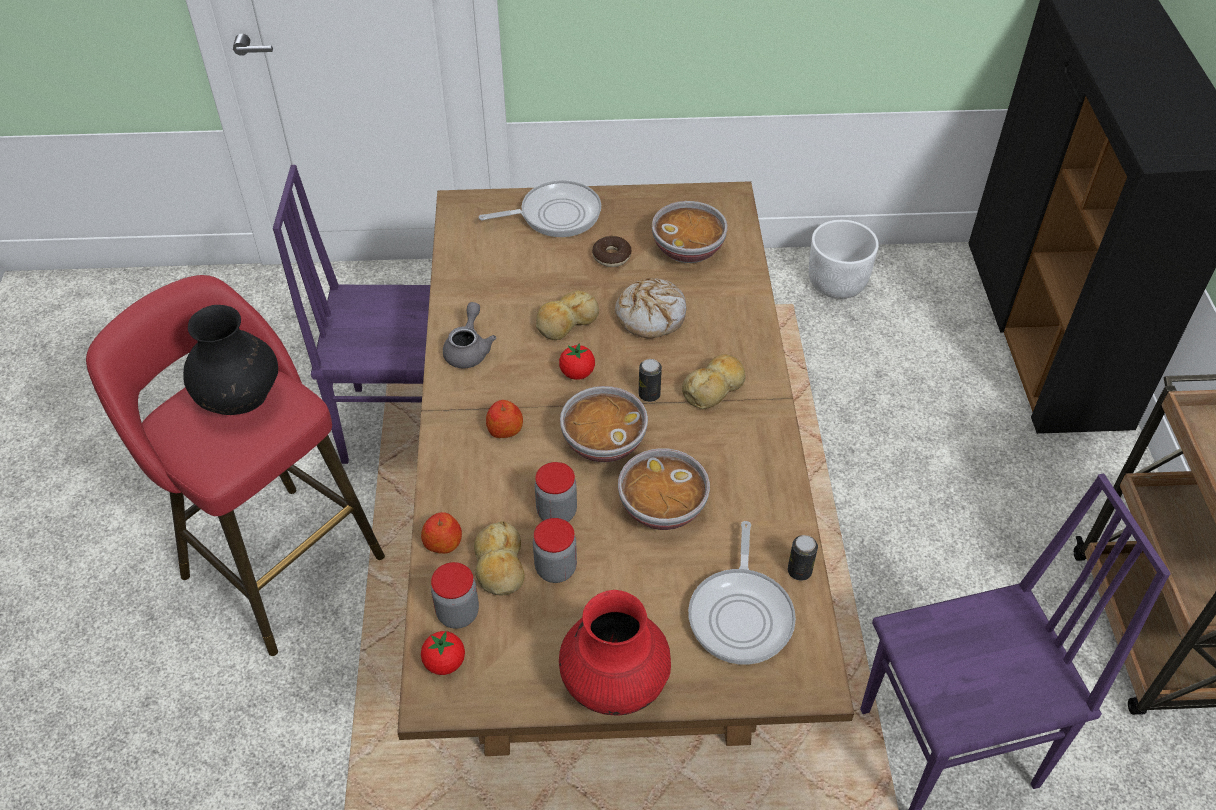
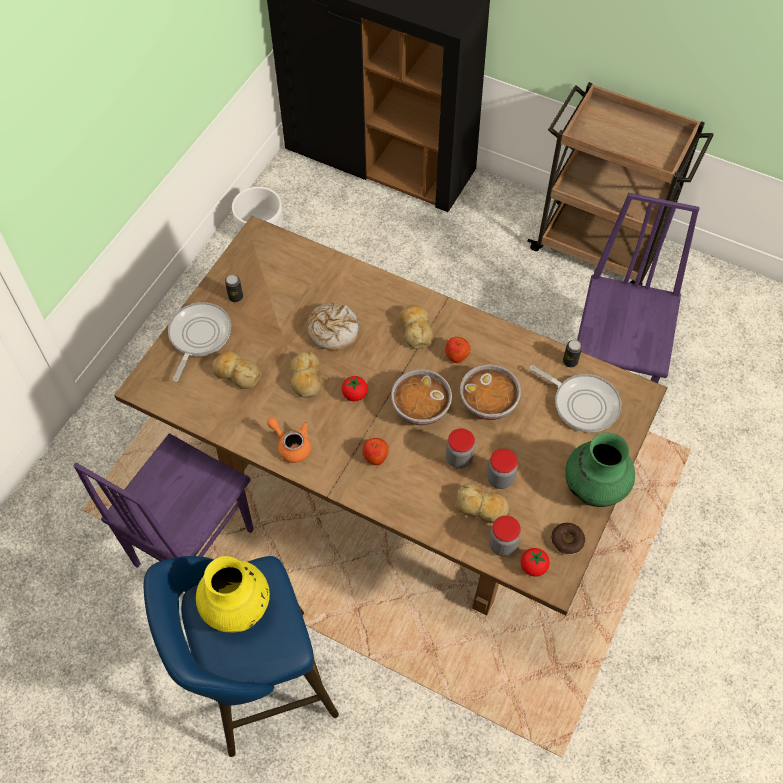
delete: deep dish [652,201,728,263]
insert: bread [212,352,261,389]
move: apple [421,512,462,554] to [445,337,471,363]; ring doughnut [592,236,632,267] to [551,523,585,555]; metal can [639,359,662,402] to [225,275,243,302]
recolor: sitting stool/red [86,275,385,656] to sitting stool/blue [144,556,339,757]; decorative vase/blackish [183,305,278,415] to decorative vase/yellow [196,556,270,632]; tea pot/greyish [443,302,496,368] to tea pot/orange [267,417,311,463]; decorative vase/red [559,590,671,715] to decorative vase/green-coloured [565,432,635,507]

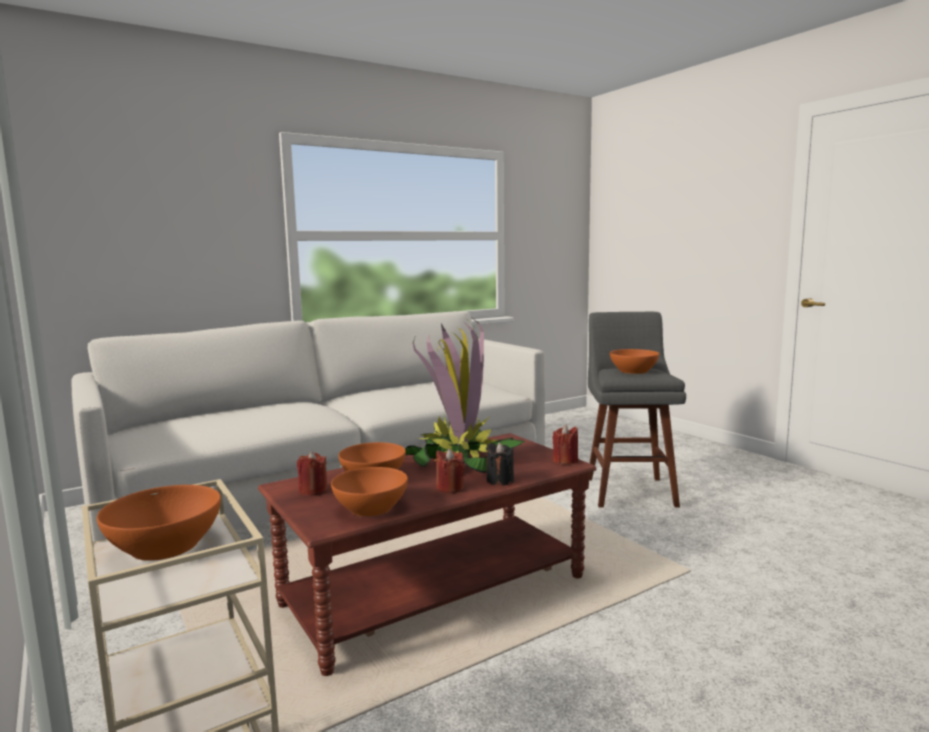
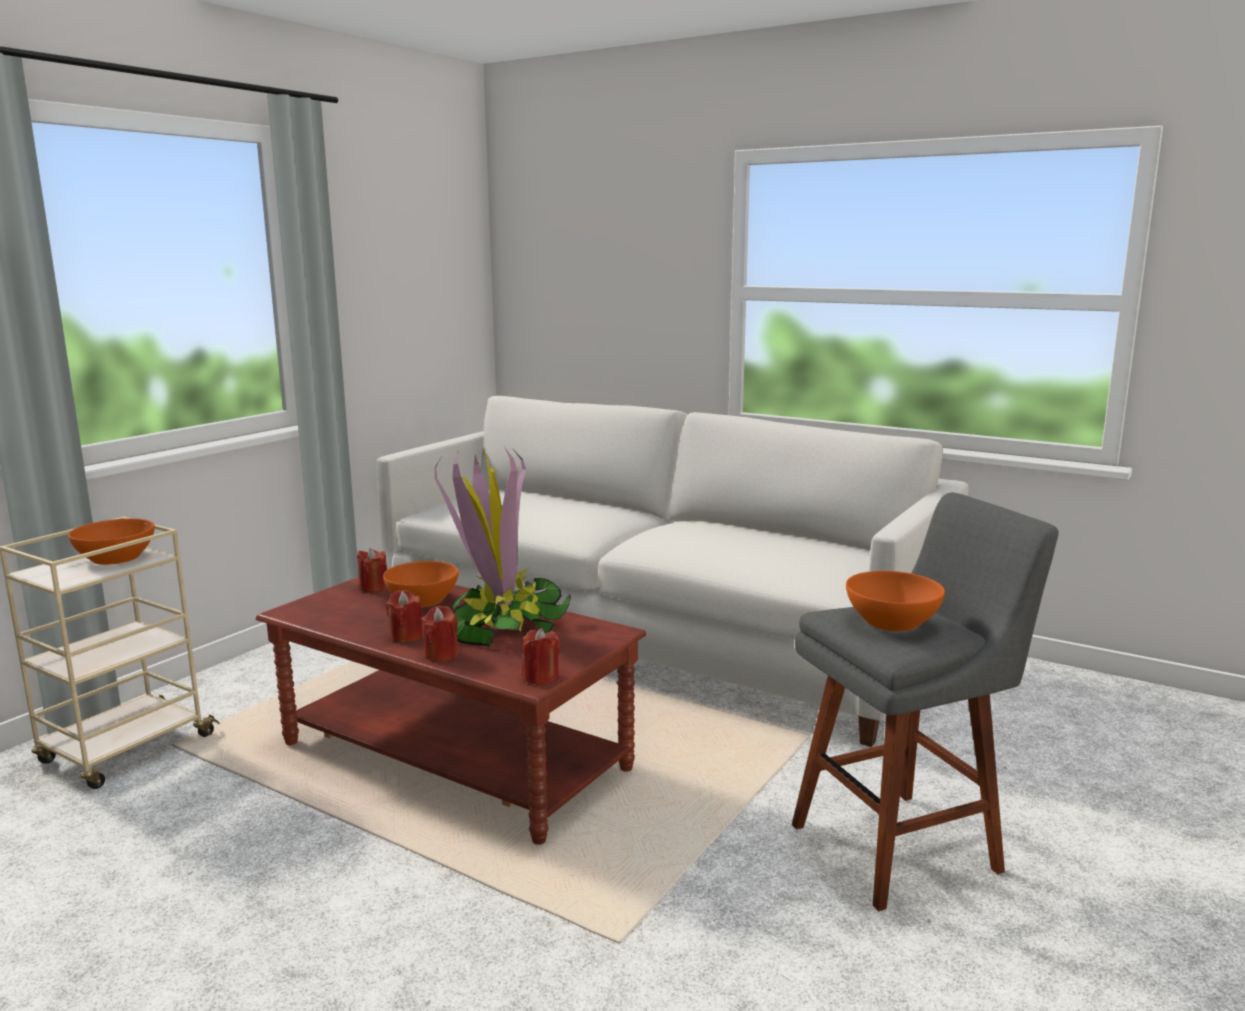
delete: deep dish/orange [331,467,408,517]
recolor: wax light/blackish [486,442,514,486] to wax light/red [421,606,459,662]

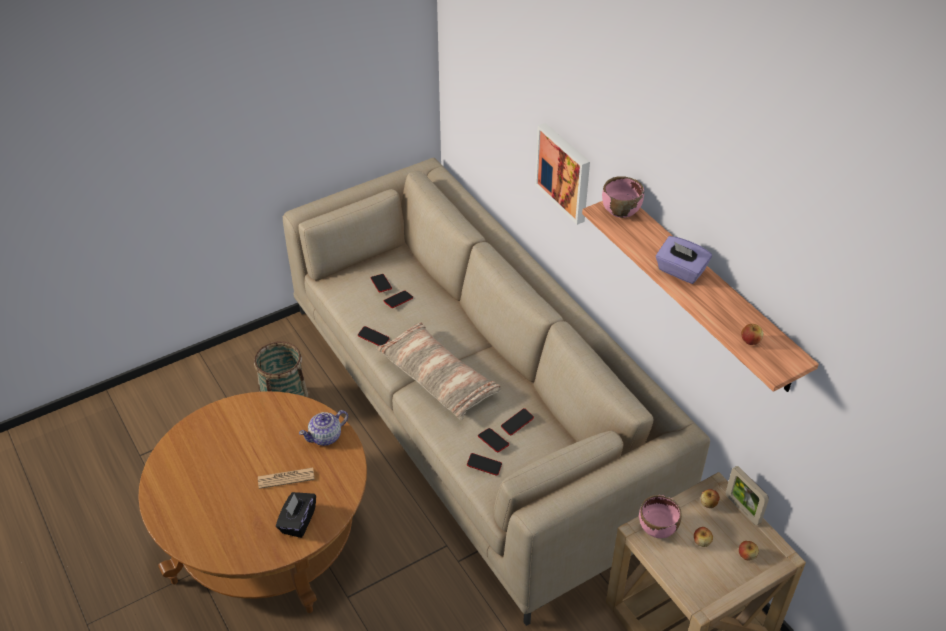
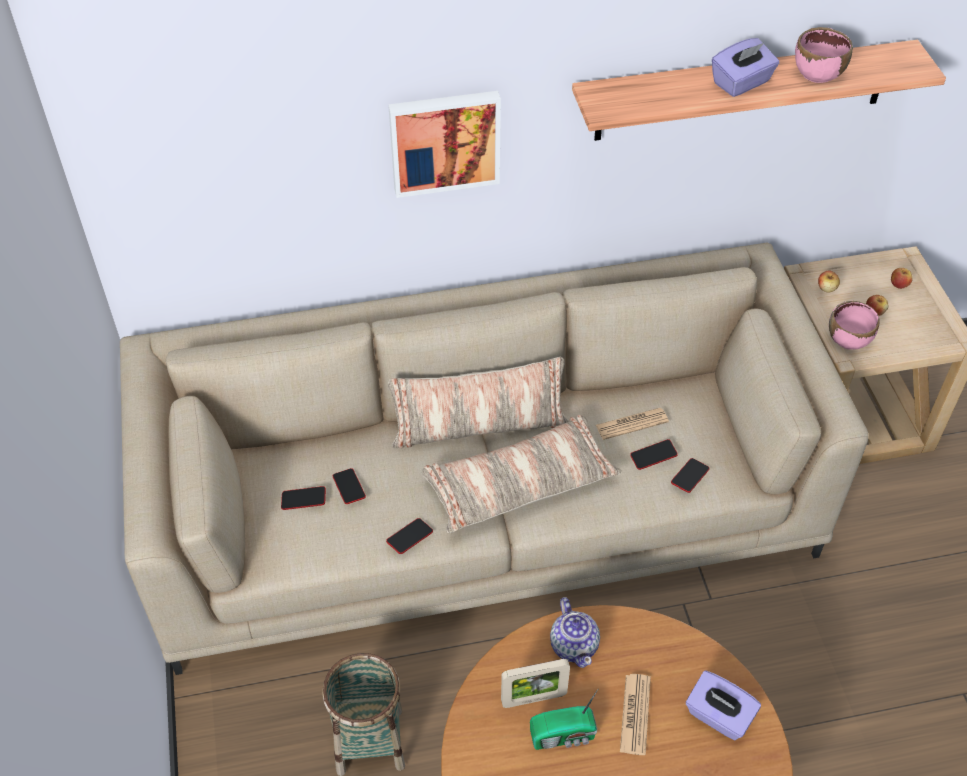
delete: apple [741,324,763,345]
insert: throw pillow [388,357,569,449]; radio set [530,689,598,750]
move: deep dish/pink-coloured [602,176,644,218] to [795,27,853,83]; photo frame [726,466,769,525] to [501,659,570,708]
replace: telephone [501,408,534,435] to newspaper [596,408,669,440]
recolor: tissue box/blackish [276,492,316,538] to tissue box/purple [686,670,761,740]

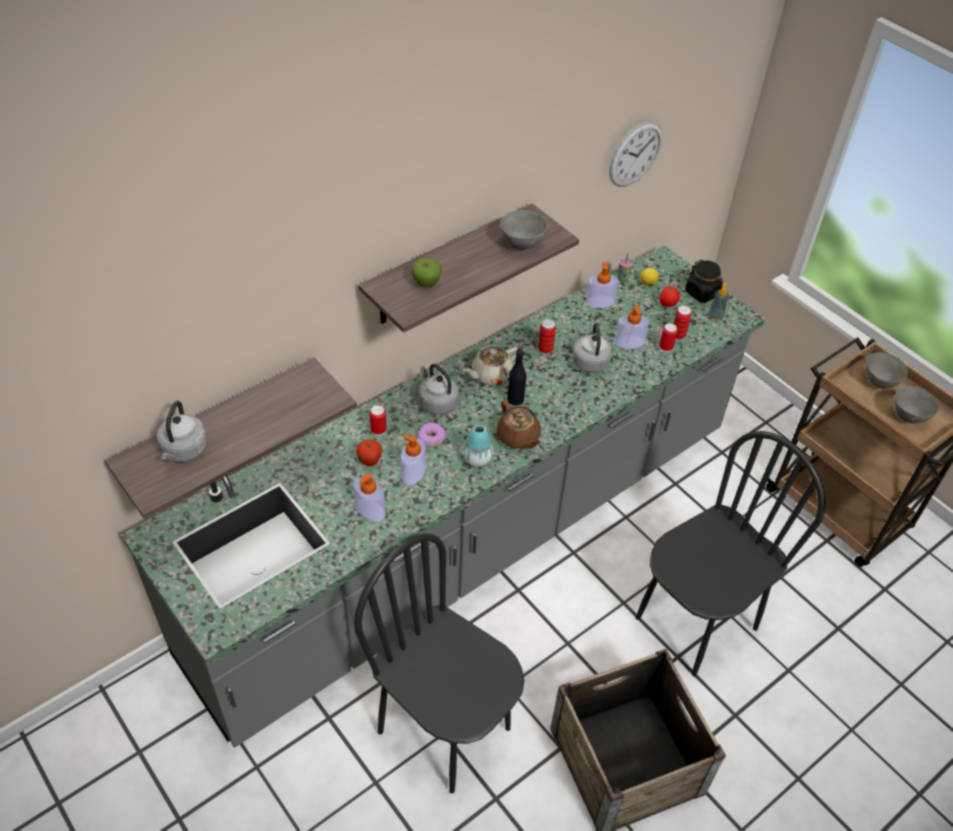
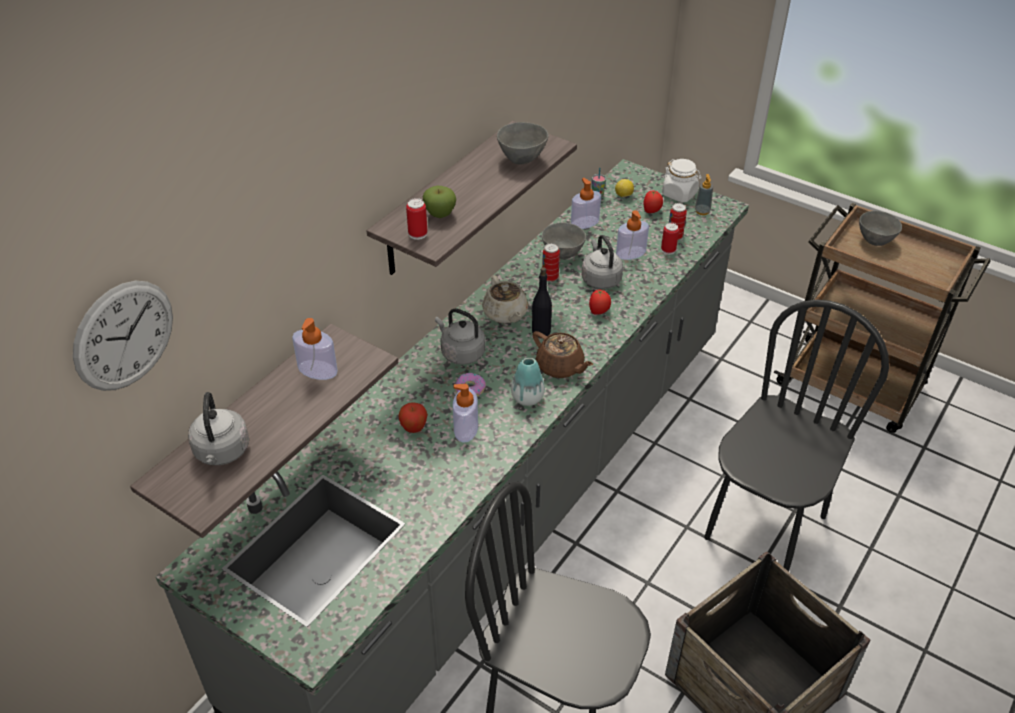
insert: tomato [589,289,611,315]
move: soap dispenser [353,473,385,521] to [292,318,338,380]; metal can [370,405,387,436] to [406,198,427,240]; hanging clock [609,121,662,187] to [73,281,173,391]; deep dish/greyish [895,386,939,423] to [542,223,586,259]
recolor: storage jar/blackish [685,260,723,303] to storage jar/whitish [662,159,702,202]
rotate: tea pot/beige [463,345,518,385] = [482,275,528,324] 60 degrees counterclockwise

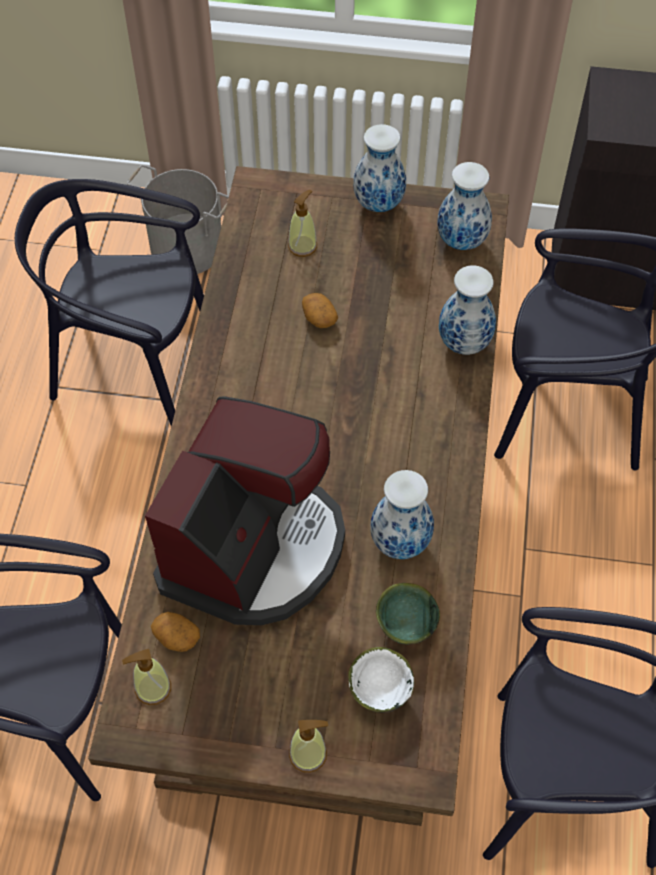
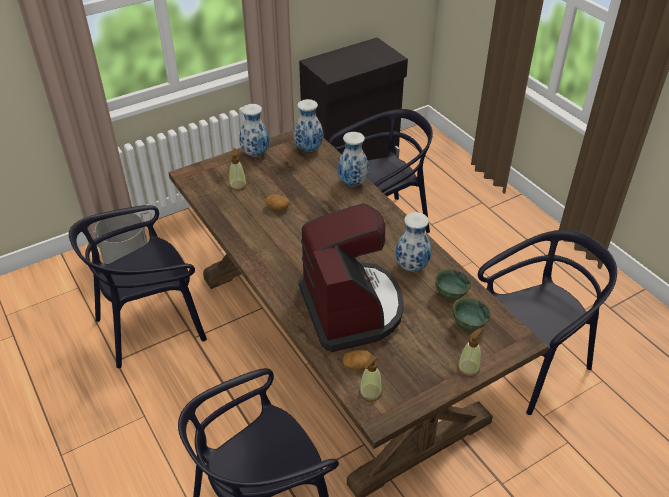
recolor: deep dish/whitish [348,647,414,713] to deep dish/green-coloured [453,297,490,330]

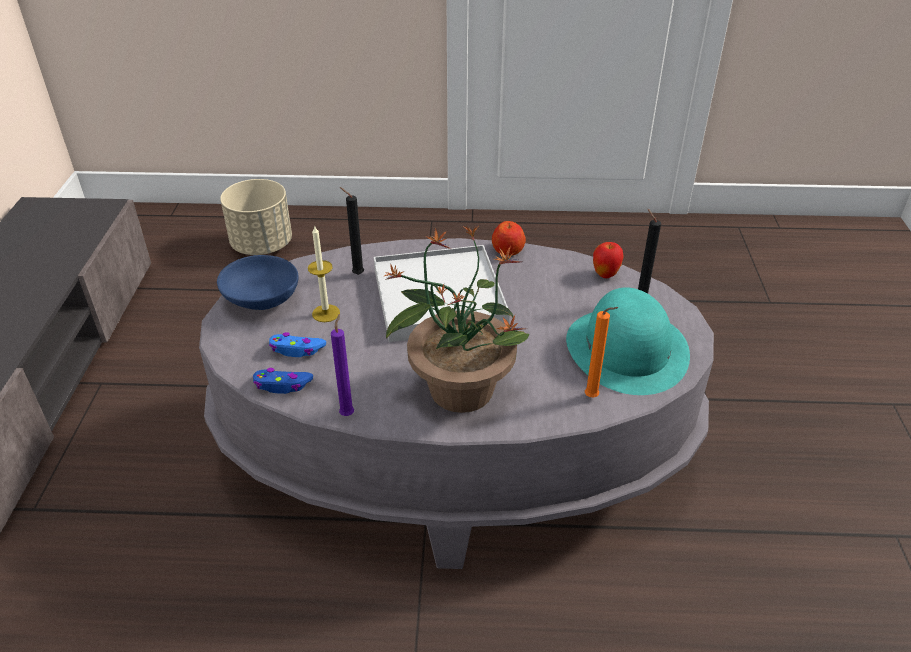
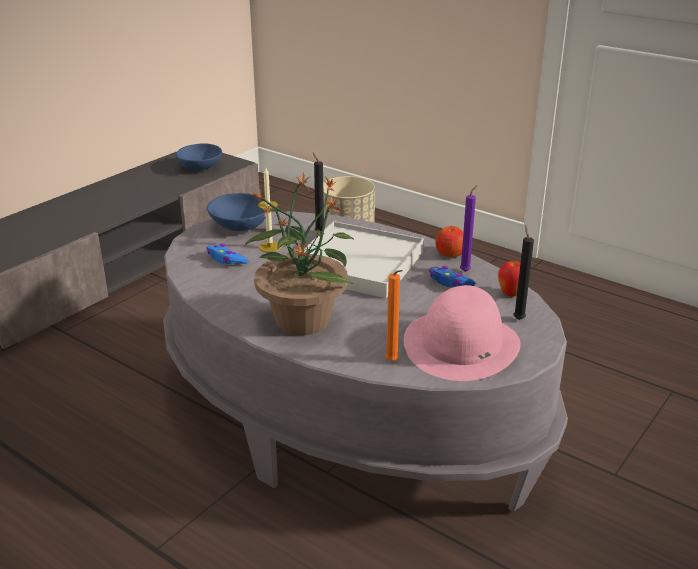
insert: deep dish/blue [176,143,222,171]
move: gamepad/blue [253,368,313,394] to [429,266,475,287]; wax light/purple [331,314,354,416] to [460,185,478,272]
recolor: clothing hat/blue-green [566,287,690,395] to clothing hat/pink-coloured [404,285,521,381]

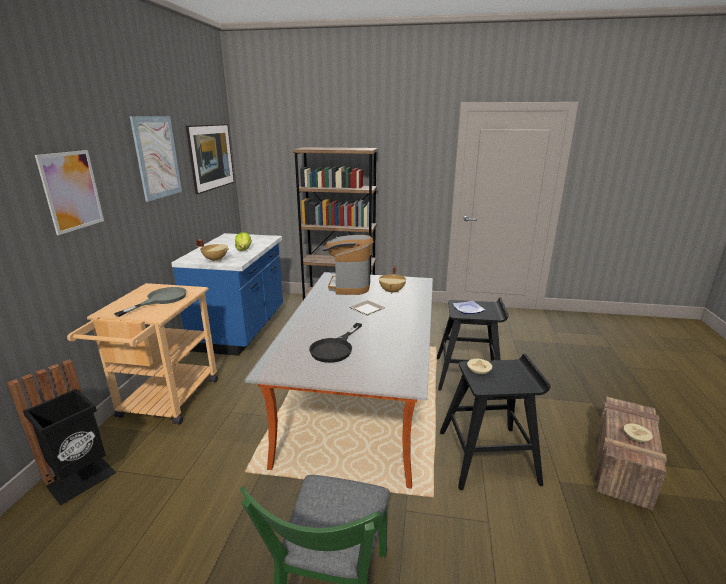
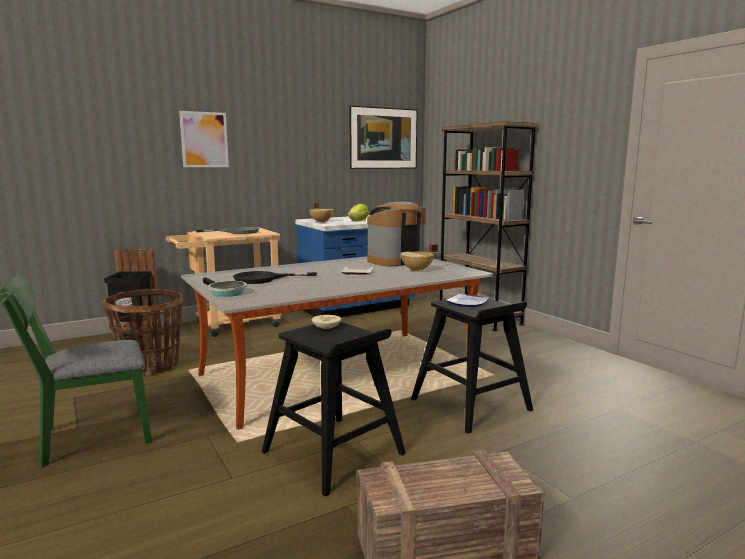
delete: wall art [130,116,182,202]; deep dish/beige [624,424,653,442]
insert: household basket [103,289,183,375]; frying pan [203,277,247,297]

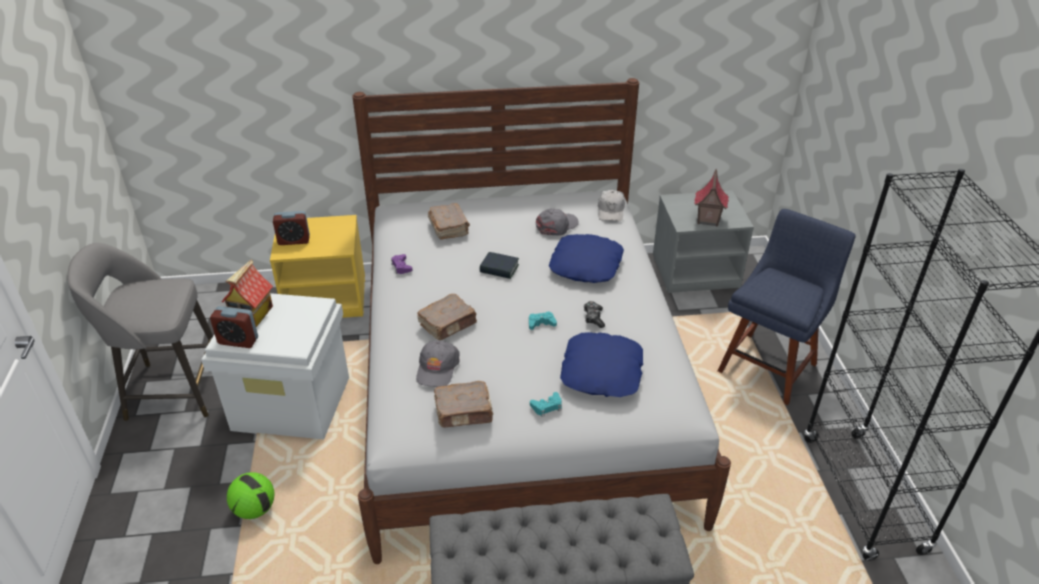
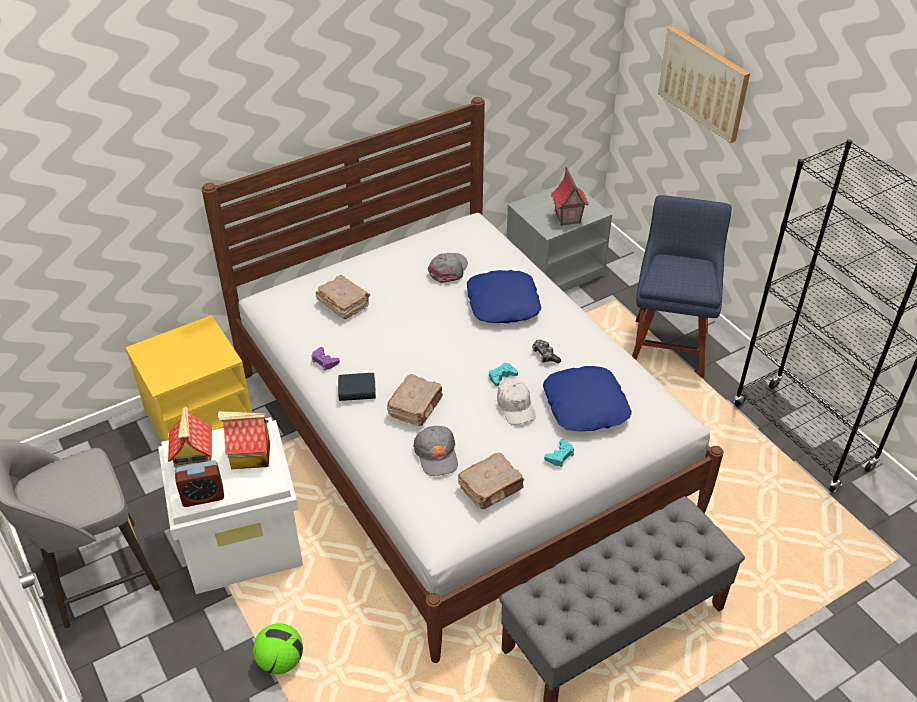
delete: table clock [273,211,310,245]
insert: toy house [218,411,270,469]; wall art [658,26,750,143]
move: volume [480,252,519,279] to [338,373,376,401]; cap/whitish [598,190,625,221] to [497,380,536,425]

